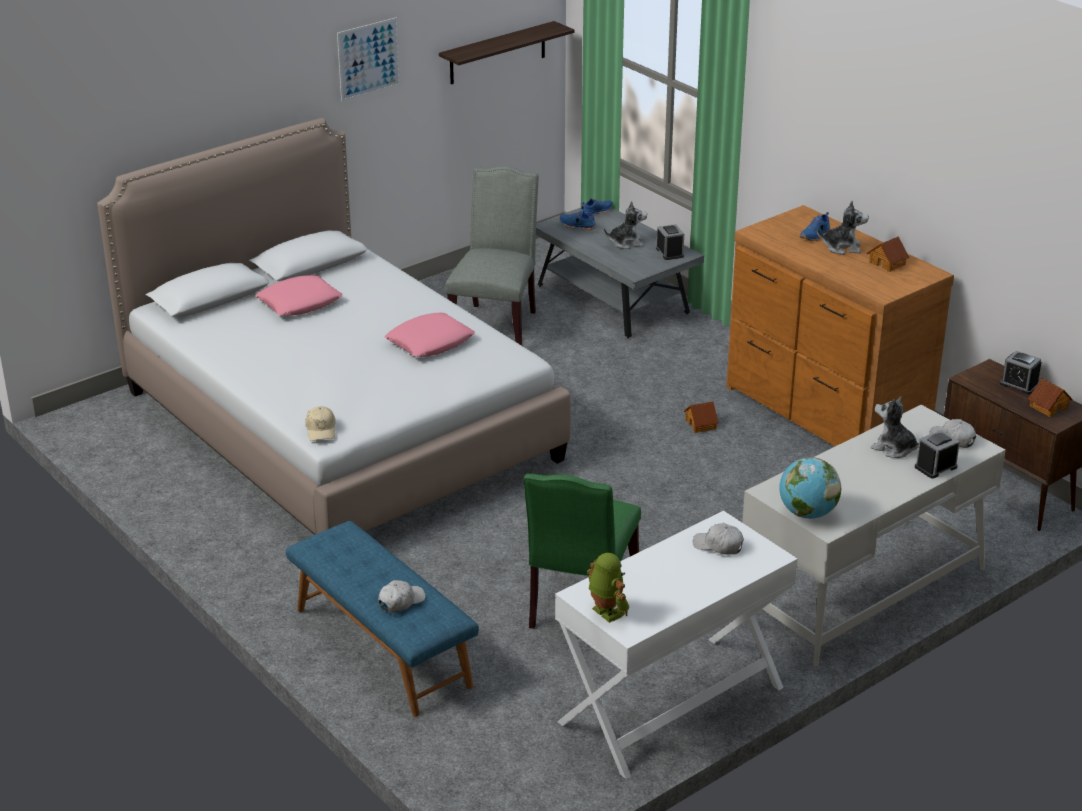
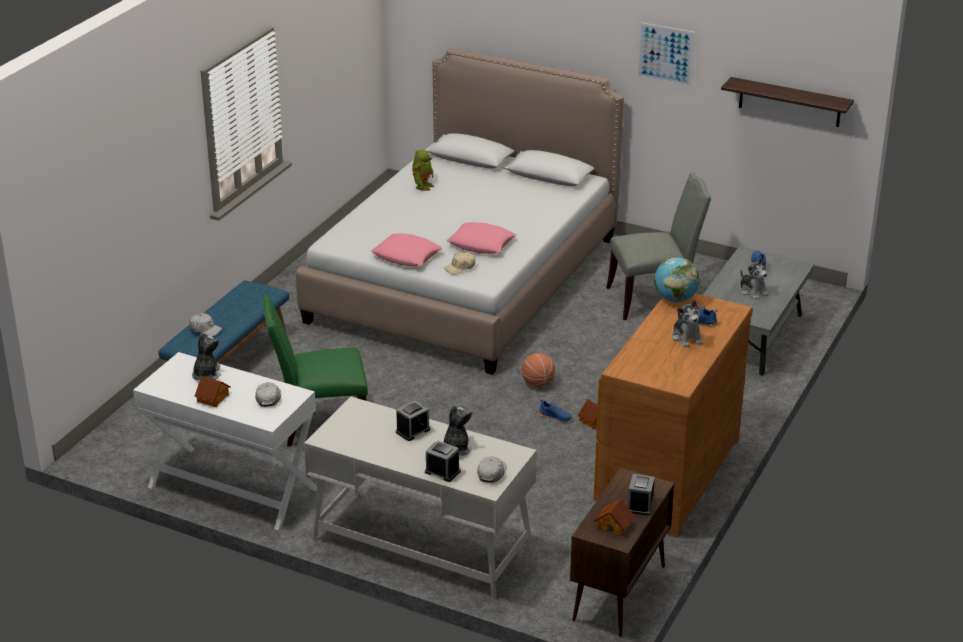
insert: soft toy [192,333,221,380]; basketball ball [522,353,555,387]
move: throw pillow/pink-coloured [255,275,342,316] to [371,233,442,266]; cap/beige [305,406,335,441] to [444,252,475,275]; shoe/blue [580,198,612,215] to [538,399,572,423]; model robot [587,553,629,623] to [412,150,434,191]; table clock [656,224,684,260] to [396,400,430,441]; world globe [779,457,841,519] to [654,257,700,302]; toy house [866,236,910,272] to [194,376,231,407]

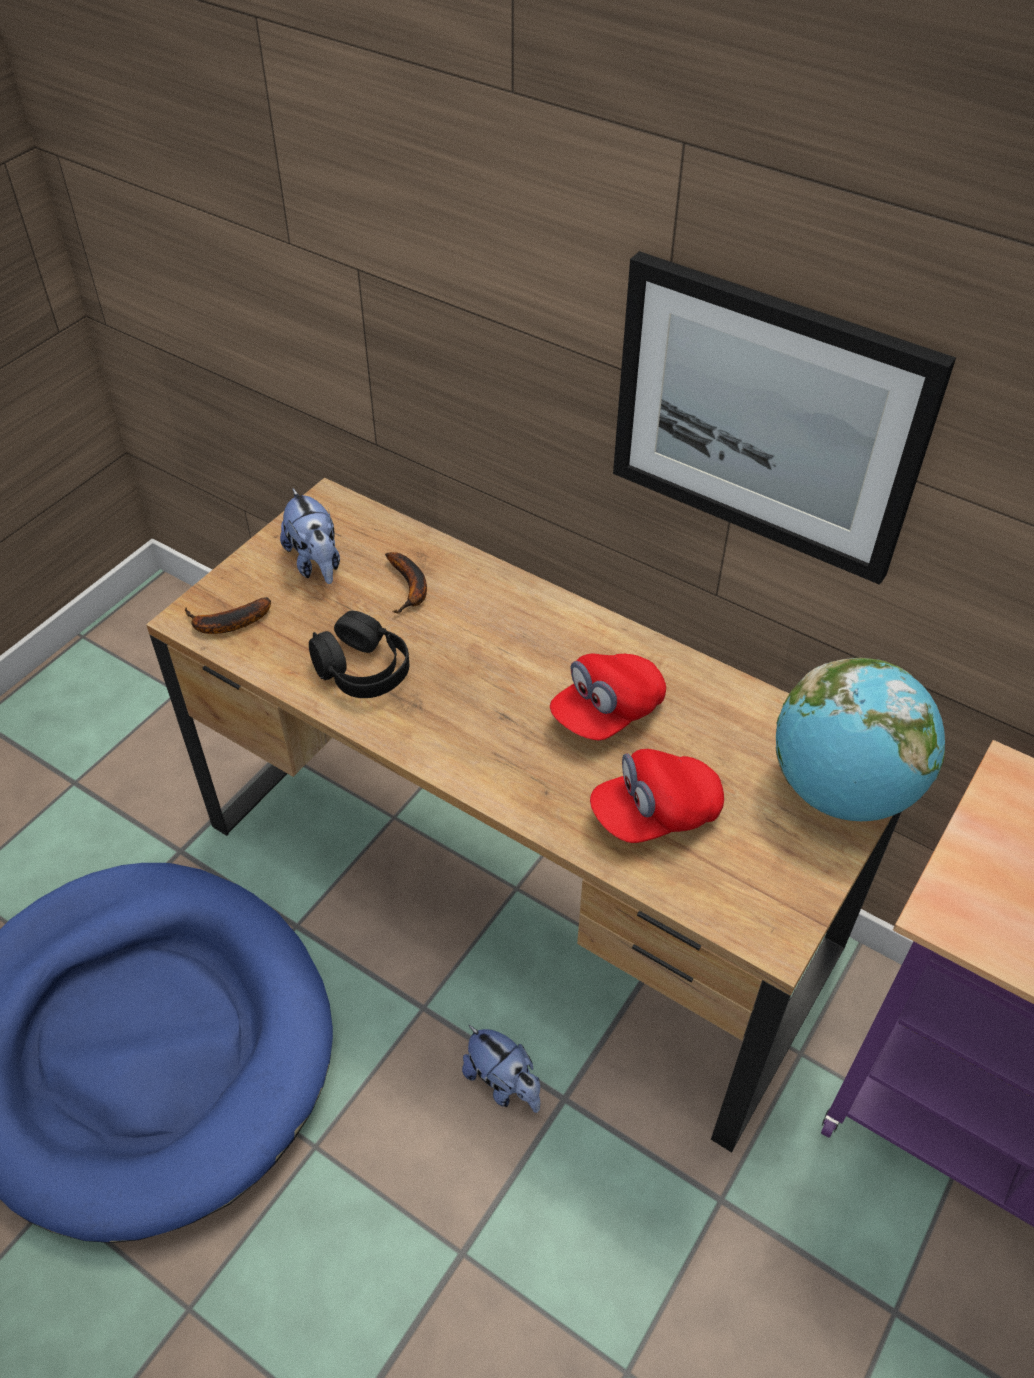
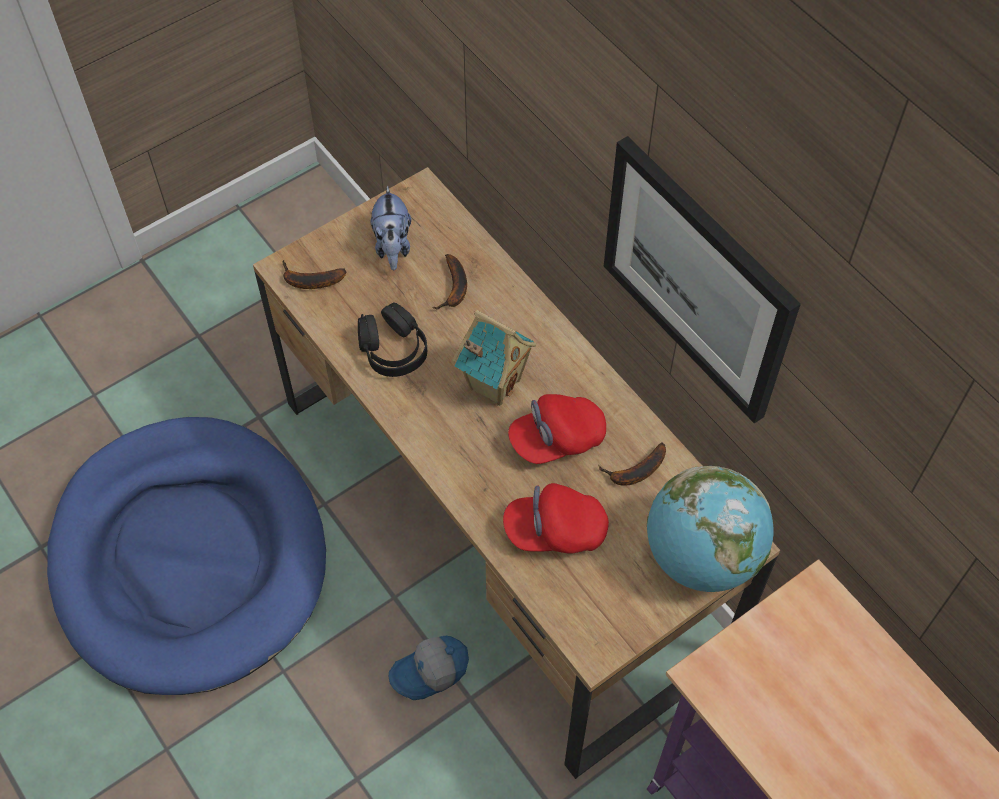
insert: toy house [452,310,536,406]; whole banana [598,442,666,486]
replace: soft toy [462,1025,540,1113] to cap [389,636,469,700]

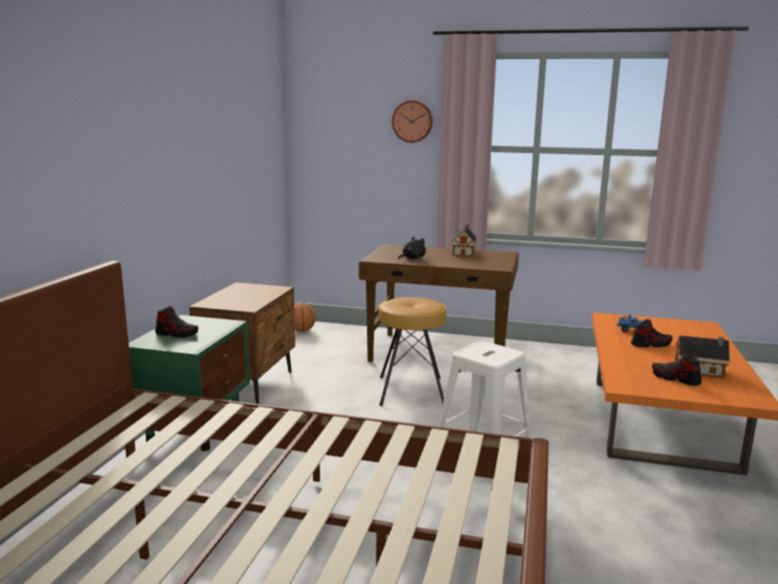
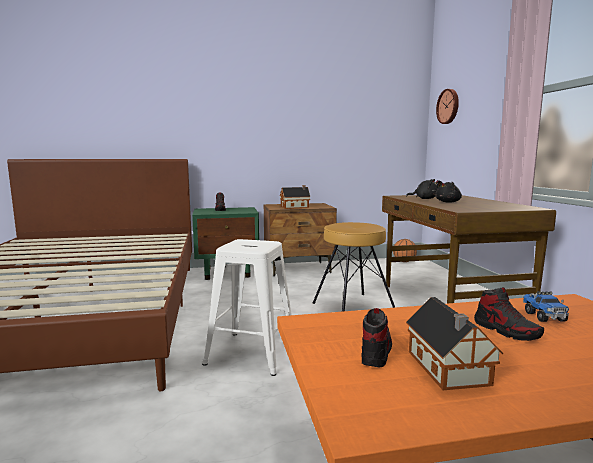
insert: soft toy/blackish [435,181,462,203]
move: hanging clock [392,100,433,143] to [436,89,459,124]; toy house [452,224,476,256] to [280,185,310,209]

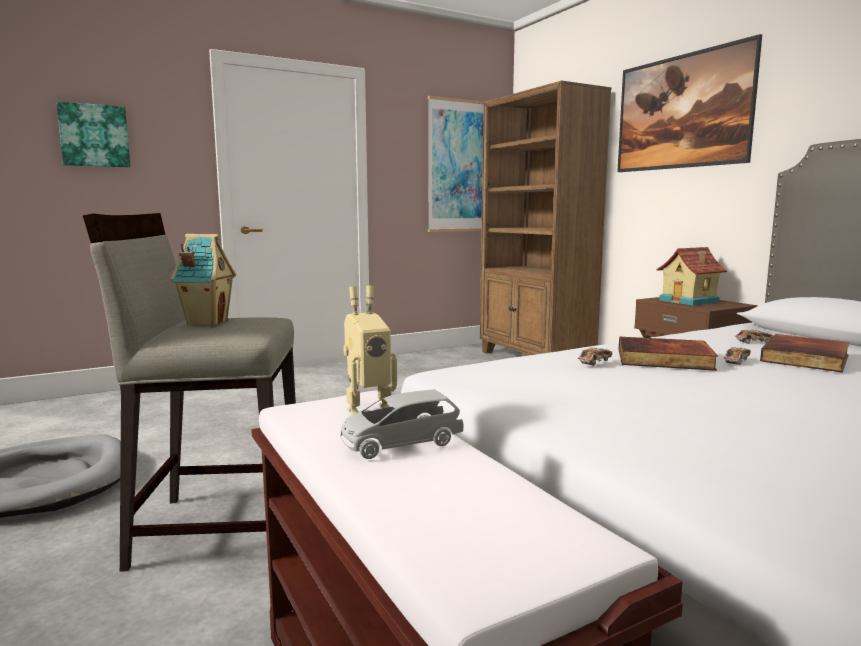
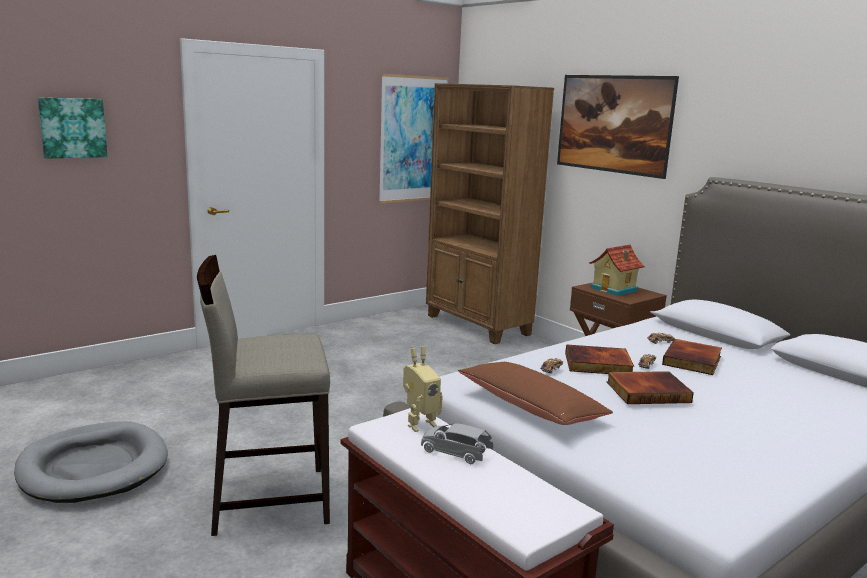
delete: toy house [170,234,236,326]
insert: throw pillow/brown-coloured [458,362,613,425]; volume [607,371,694,404]
rotate: model car/greyish [341,389,464,459] = [421,423,493,464] 60 degrees clockwise

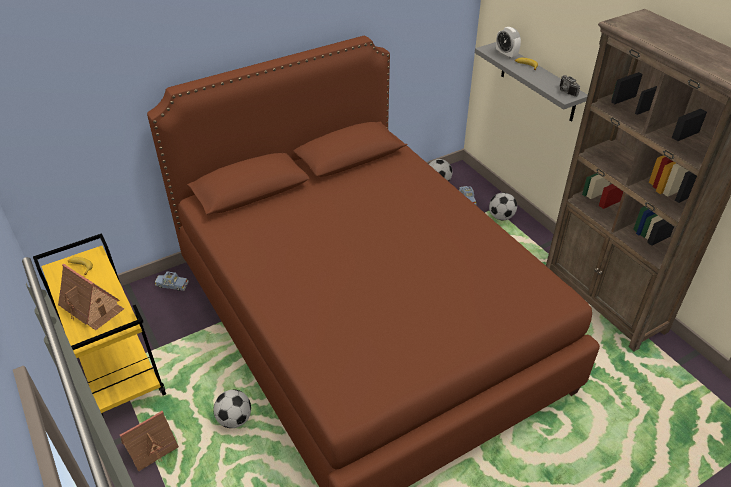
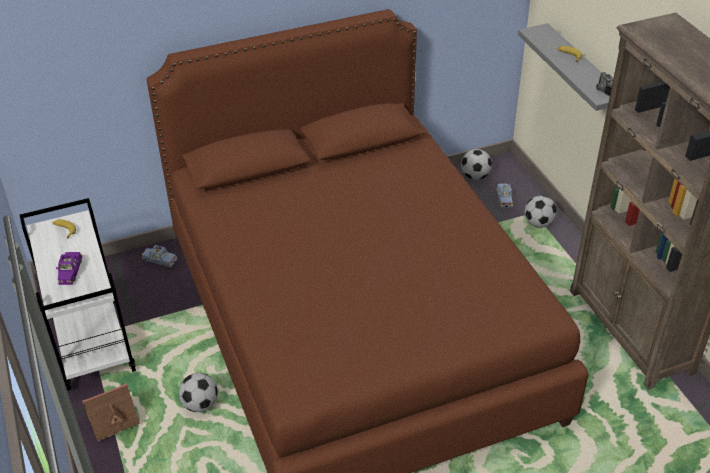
delete: table clock [496,27,521,59]
replace: toy house [58,264,124,330] to model car/purple [56,252,82,285]
recolor: wheeled cart/yellow [33,233,166,418] to wheeled cart/whitish [20,198,136,391]

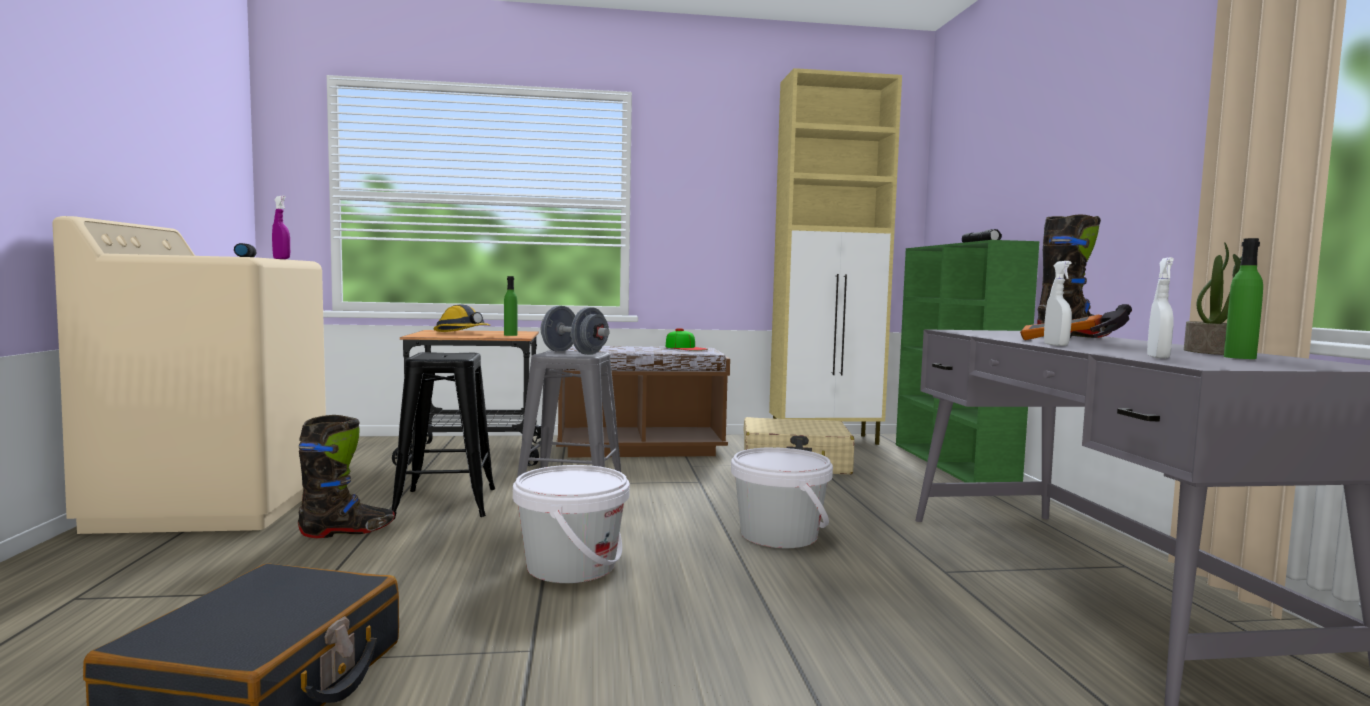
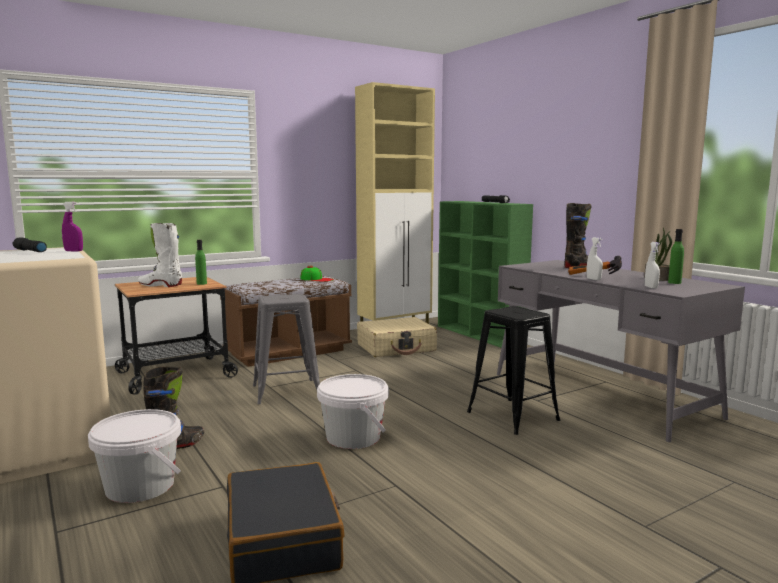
delete: hand weight/greyish [541,306,610,355]
move: sitting stool/blackish [392,352,495,520] to [467,306,560,435]; bucket/whitish [731,447,833,548] to [88,409,181,503]
replace: work helmet [433,304,490,332] to boot/whitish [138,223,182,287]

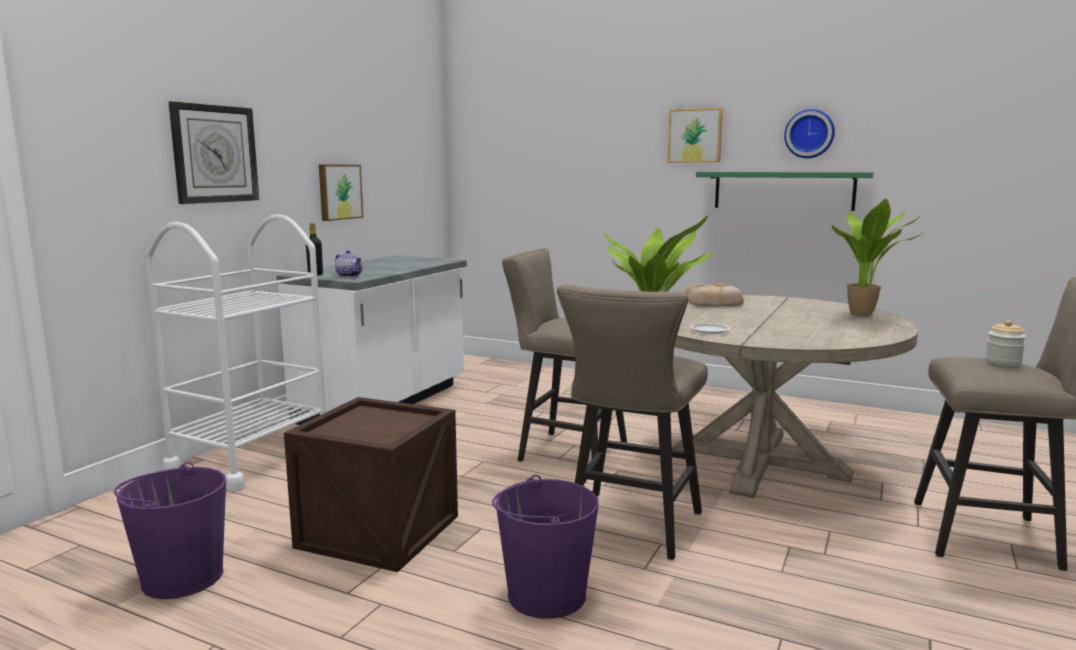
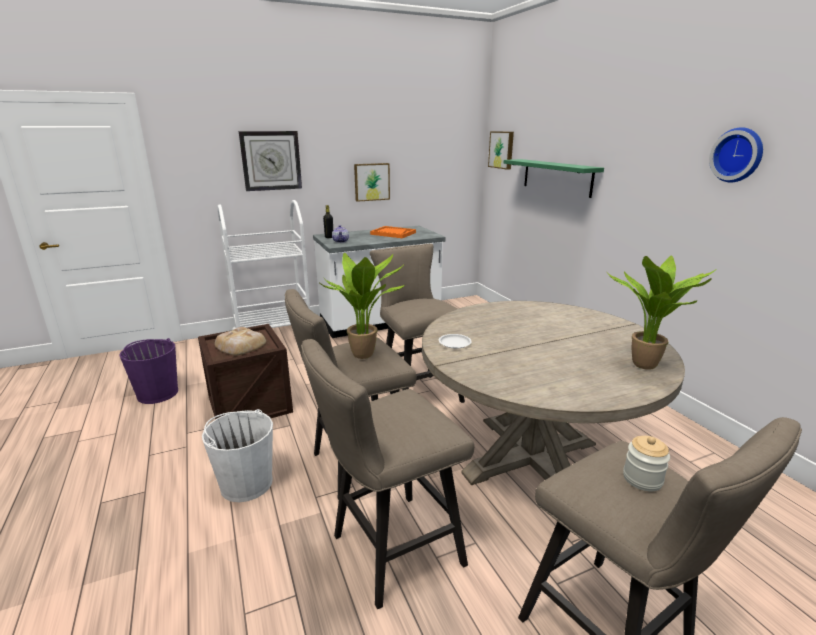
insert: sitting stool/beige [301,339,474,609]; carrying tray/orange [370,226,416,238]
move: wall art [668,108,723,162] to [488,131,514,170]; bread [685,284,744,306] to [215,327,266,355]; shelf/green-coloured [696,172,874,211] to [504,159,604,198]
recolor: bucket/purple [492,475,599,619] to bucket/whitish [202,409,273,502]

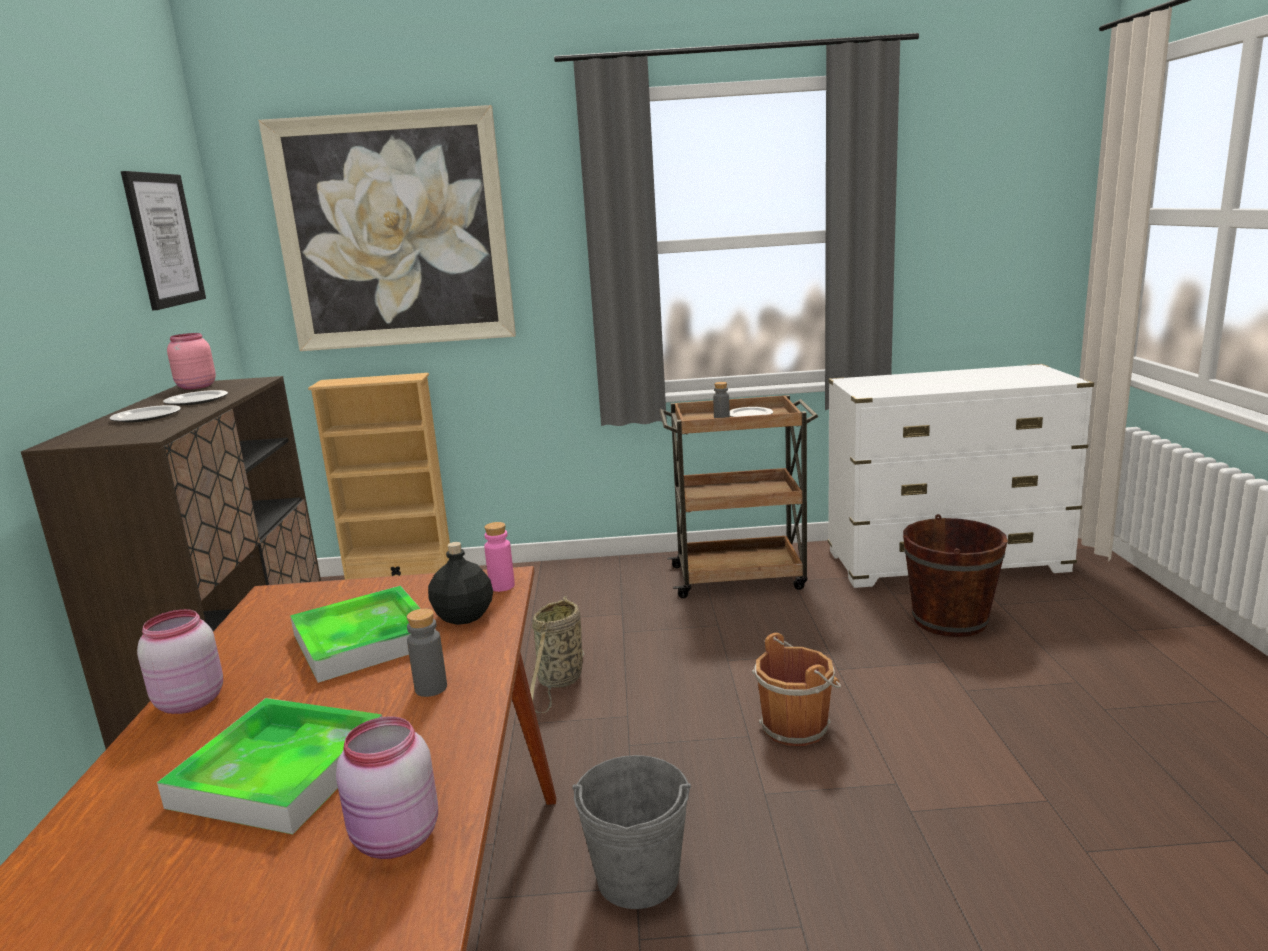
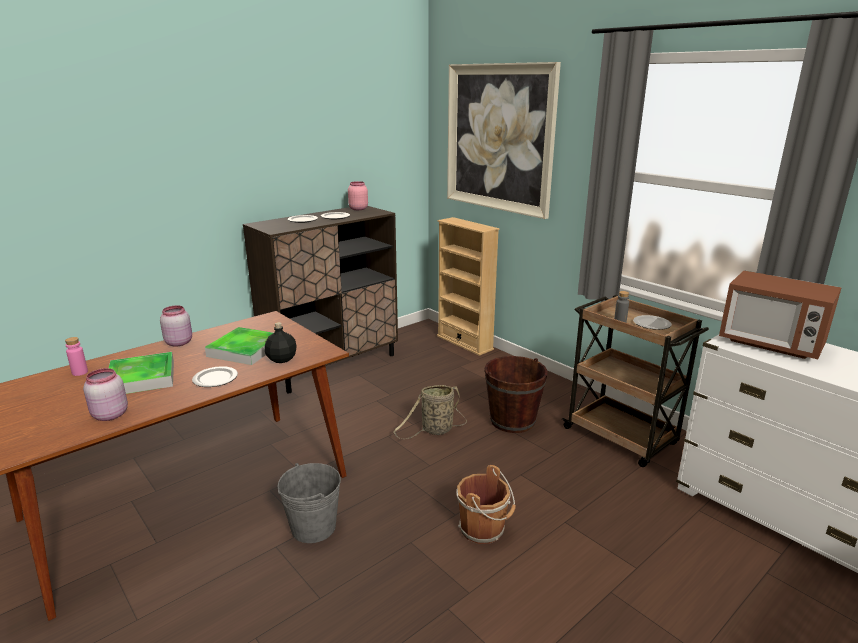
delete: wall art [121,171,206,311]
insert: microwave [719,270,842,359]
move: drink bottle/pink-coloured [484,522,515,592] to [65,337,88,376]; bucket/brown-coloured [903,514,1008,637] to [485,356,548,433]
replace: drink bottle/greyish [407,608,447,697] to dinner plate [192,366,238,387]

